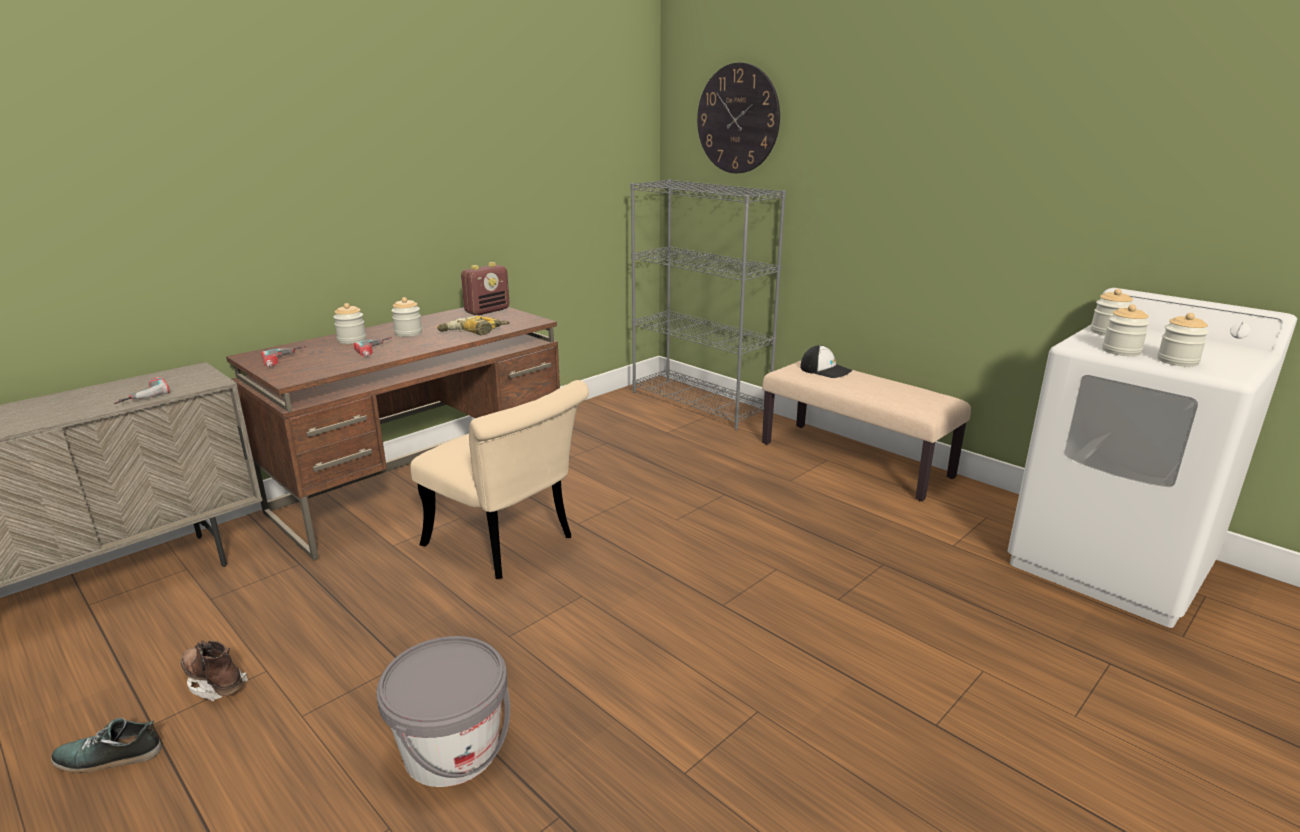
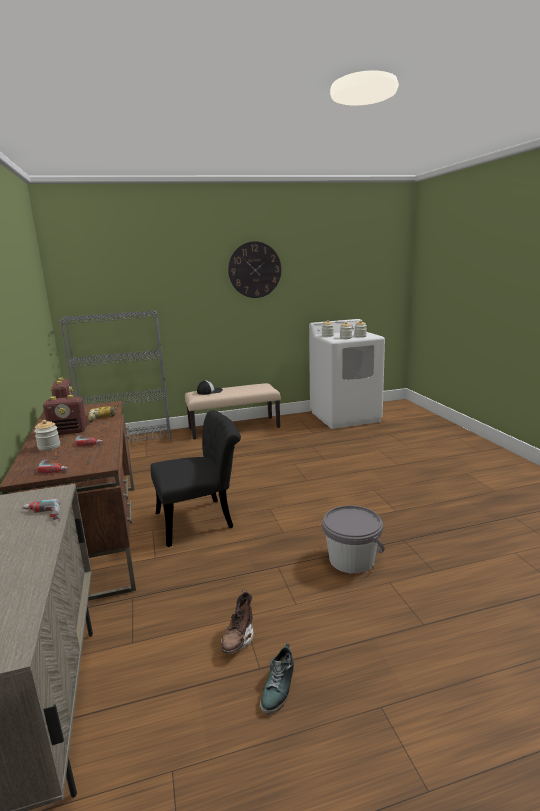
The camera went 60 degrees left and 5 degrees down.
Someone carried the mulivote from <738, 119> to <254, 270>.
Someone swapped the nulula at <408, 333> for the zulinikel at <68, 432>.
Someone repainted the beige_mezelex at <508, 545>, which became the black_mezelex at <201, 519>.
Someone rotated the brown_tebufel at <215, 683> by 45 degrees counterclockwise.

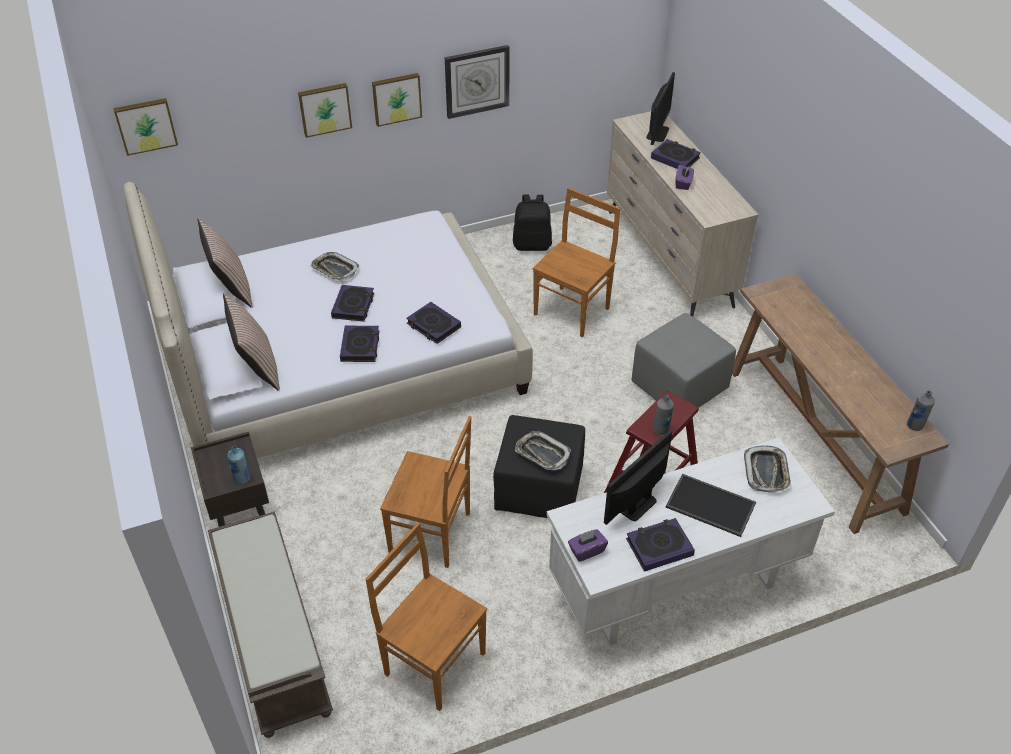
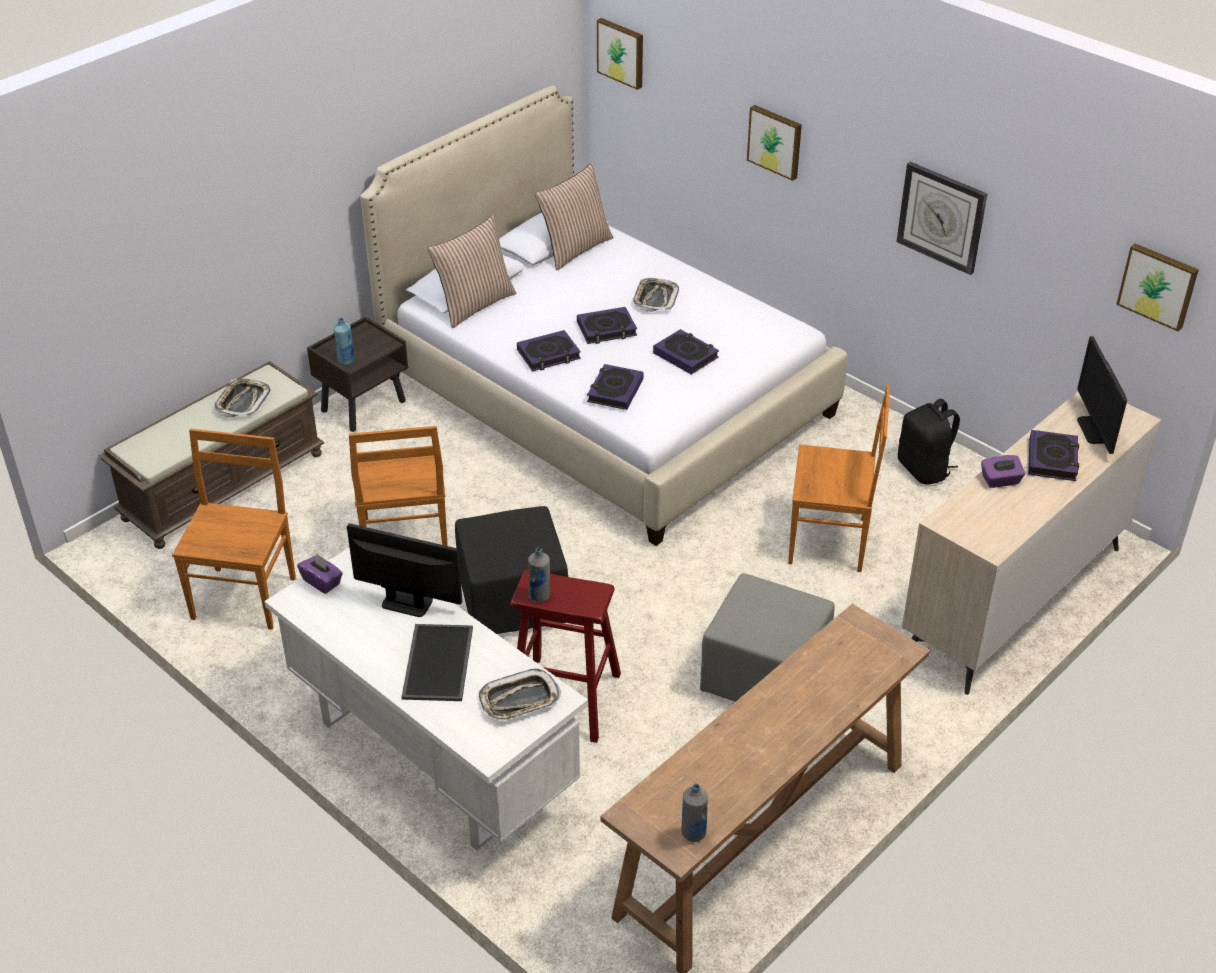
The camera went 65 degrees right and 5 degrees down.
Someone carried the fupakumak from <396, 98> to <1158, 285>.
Someone carried the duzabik from <542, 454> to <242, 402>.
Someone carried the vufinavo from <659, 547> to <686, 355>.
Someone rotated the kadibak at <657, 133> by 90 degrees clockwise.

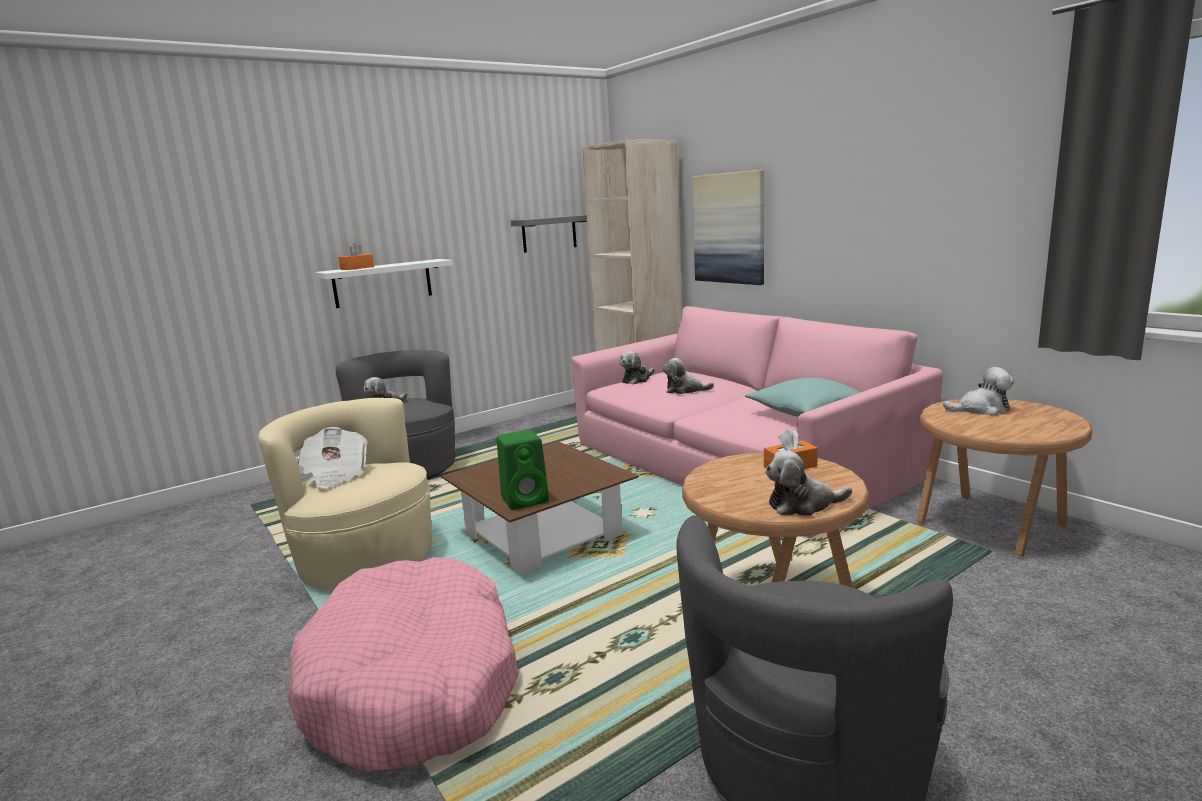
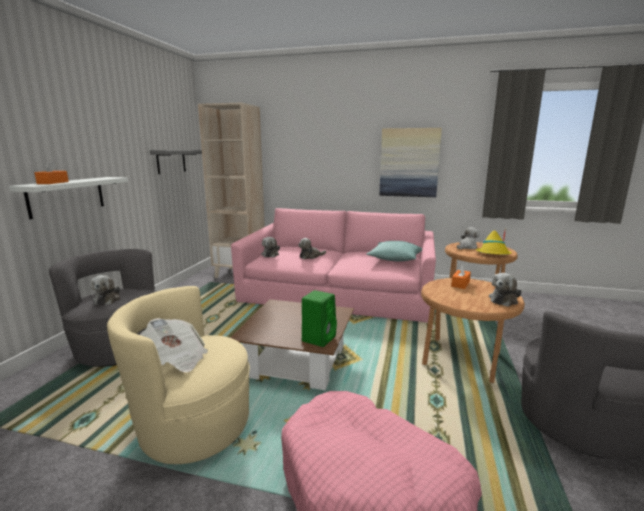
The camera went 40 degrees left and 0 degrees up.
Someone put down the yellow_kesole at <493, 254>.
Someone carried the fupakumak from <729, 228> to <409, 162>.

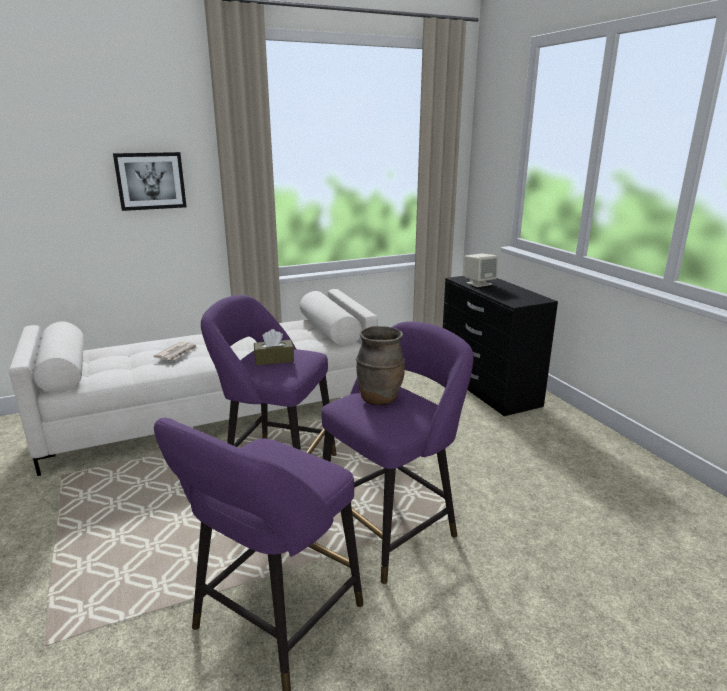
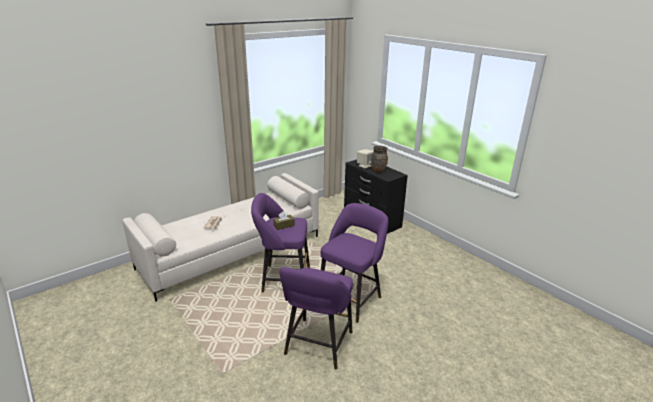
The camera went 15 degrees left and 5 degrees up.
Someone took away the fupakumak at <150, 181>.
Someone carried the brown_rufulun from <379, 399> to <378, 171>.

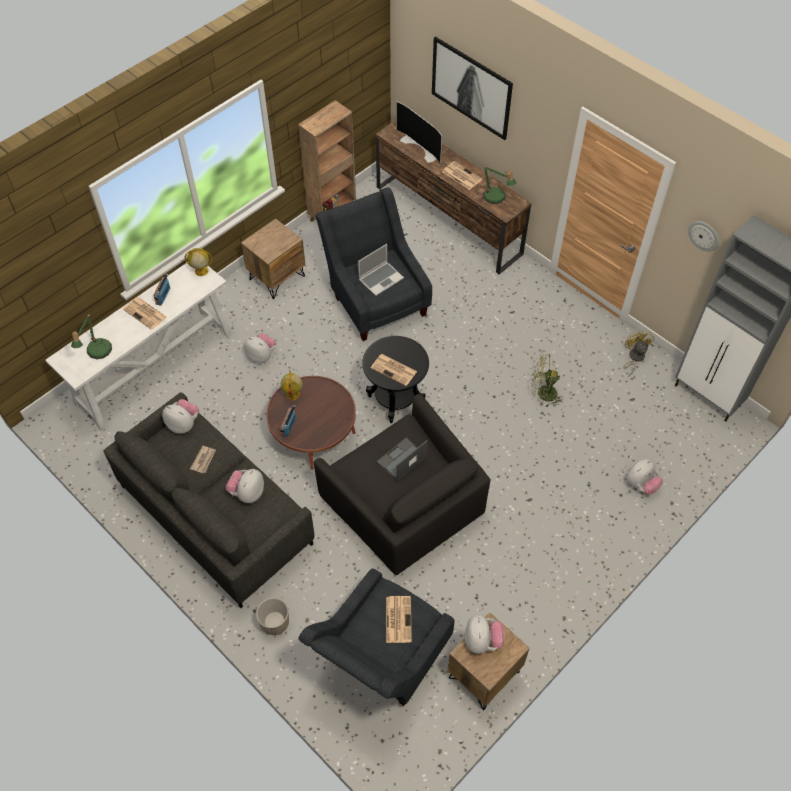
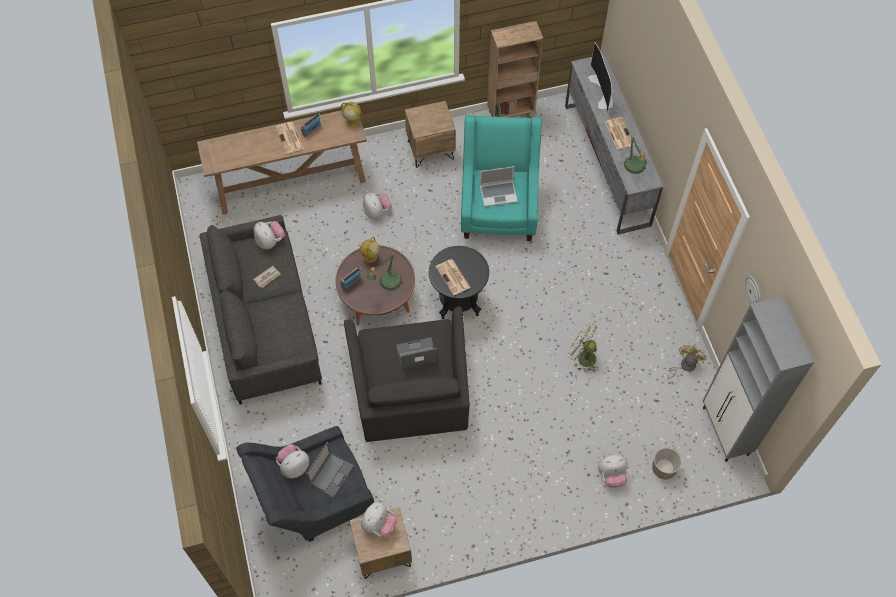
The camera went 30 degrees right and 5 degrees up.
Someone took away the fupakumak at <471, 88>.
Someone carried the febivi from <97, 353> to <387, 283>.
Someone carried the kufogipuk from <247, 493> to <293, 466>.
Someone carried the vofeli from <274, 622> to <664, 468>.
Someone swapped the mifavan at <398, 618> for the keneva at <331, 474>.
Someone repainted the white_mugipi at <156, 367>, which became the brown_mugipi at <291, 182>.
Someone repainted the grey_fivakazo at <376, 299>, which became the turquoise_fivakazo at <498, 207>.
Someone repainted the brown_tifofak at <448, 220>, which became the grey_tifofak at <606, 165>.

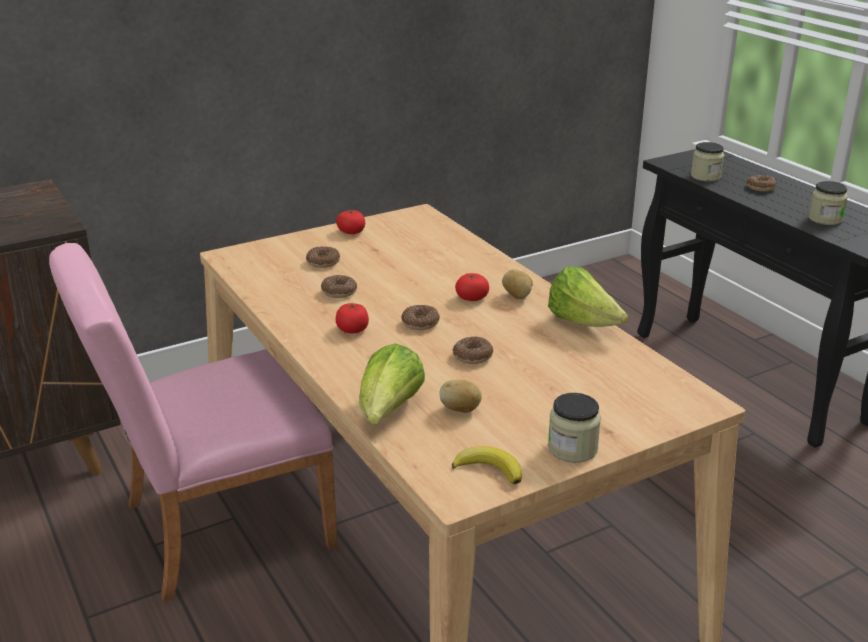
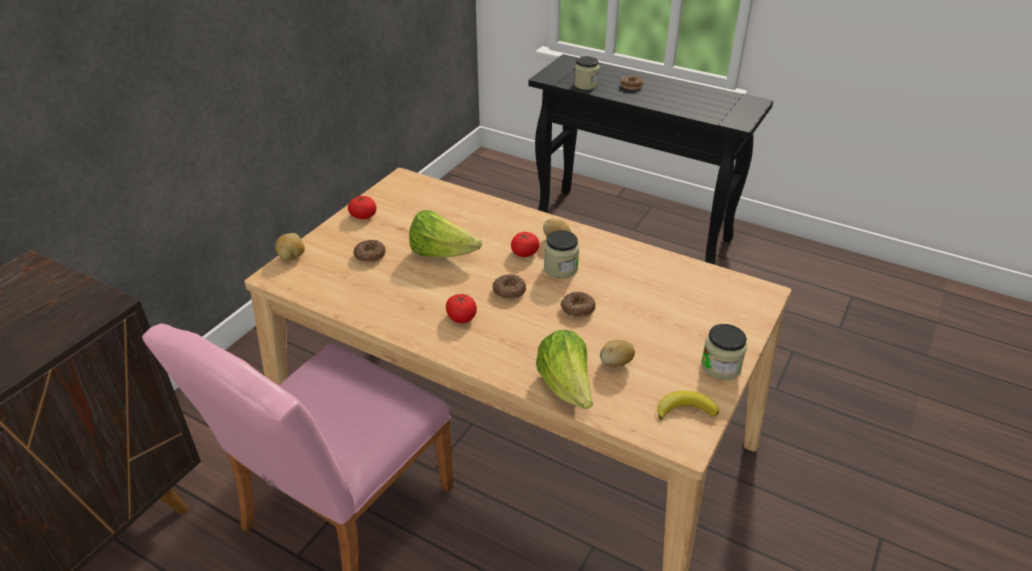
The camera went 30 degrees left and 10 degrees up.
Someone took away the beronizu at <339, 292>.
Someone put down the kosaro at <292, 257>.
Someone carried the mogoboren from <583, 323> to <441, 253>.
Someone carried the nulula from <825, 219> to <560, 268>.

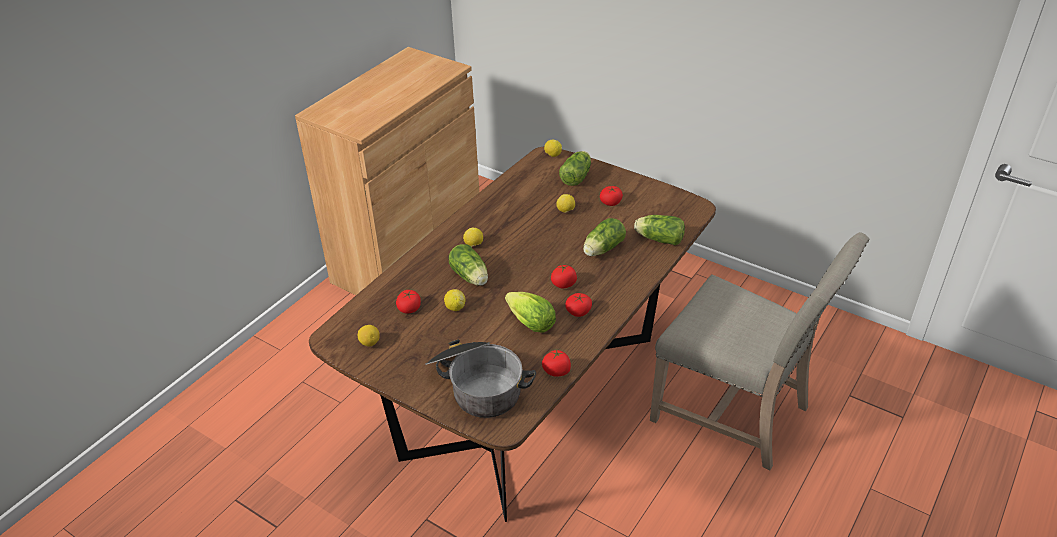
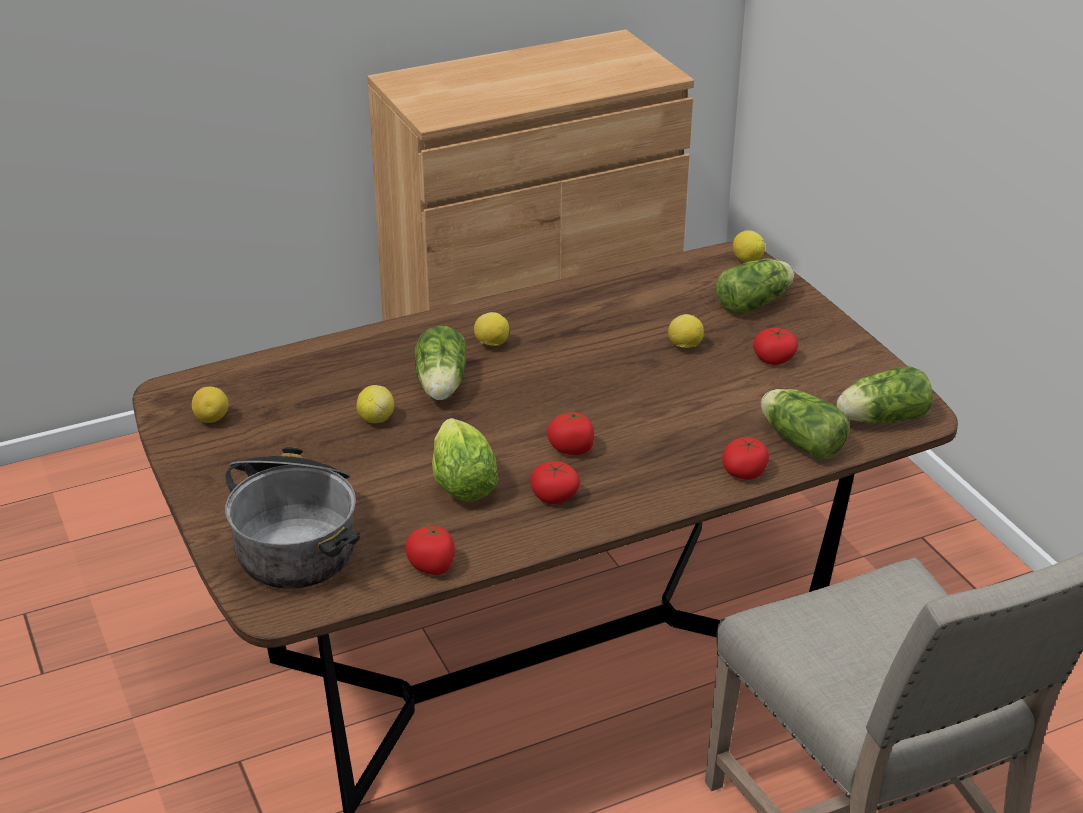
The camera went 30 degrees right and 5 degrees down.
Someone carried the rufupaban from <409, 308> to <744, 471>.
Someone carried the mogoboren from <602, 249> to <879, 419>.

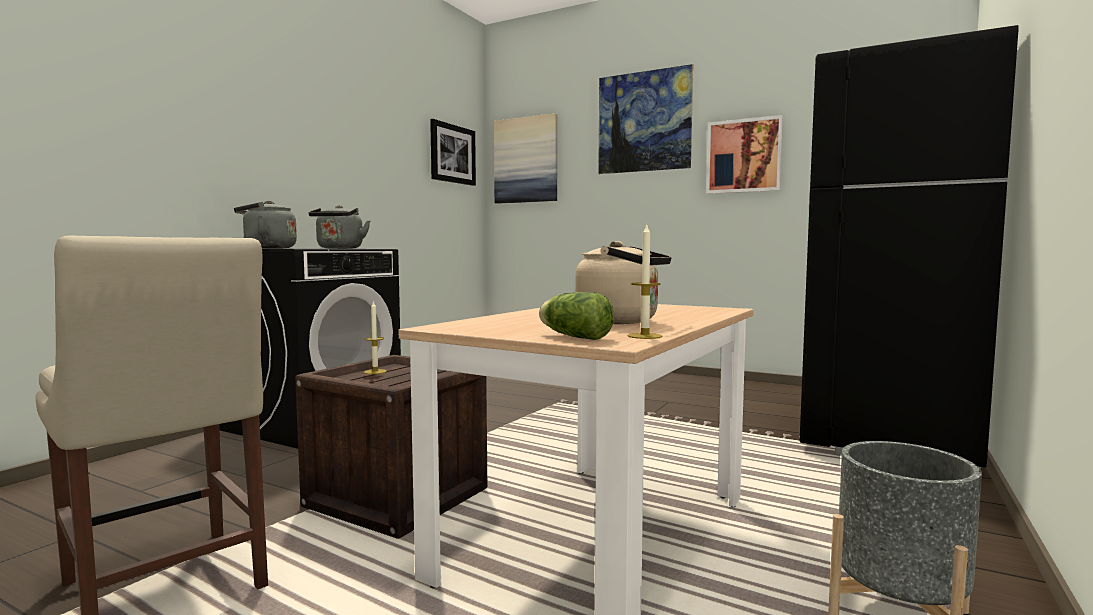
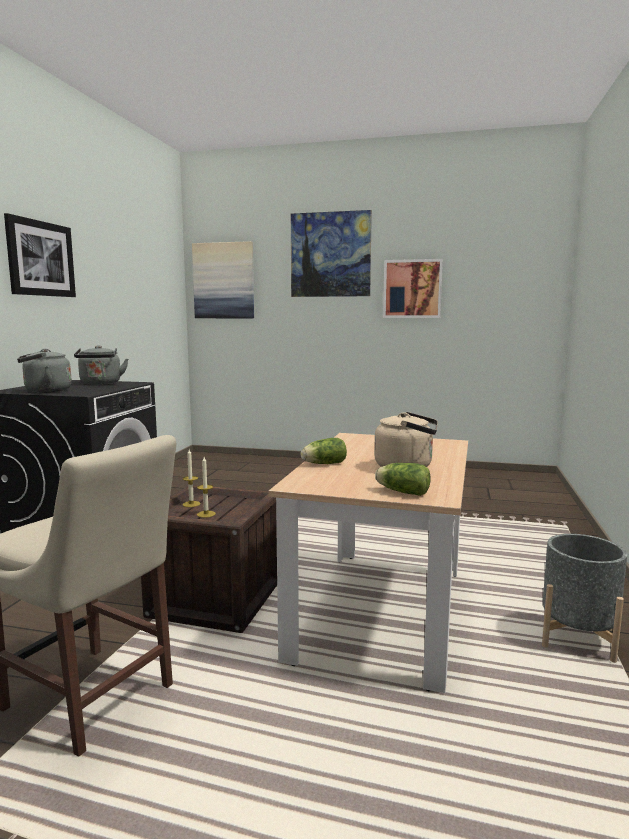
The camera went 15 degrees left and 5 degrees up.
Someone took away the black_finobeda at <884, 439>.
Someone put down the mogoboren at <323, 464>.
Someone carried the fupakumak from <452, 154> to <40, 258>.
Someone carried the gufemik from <644, 336> to <206, 514>.

